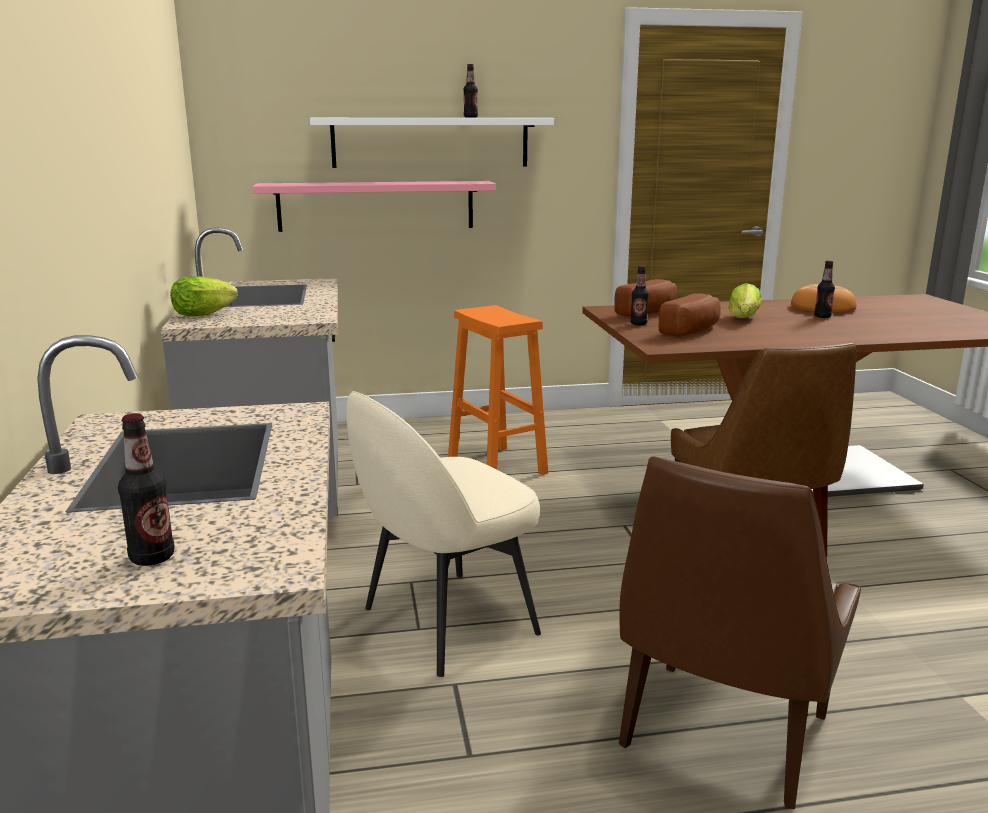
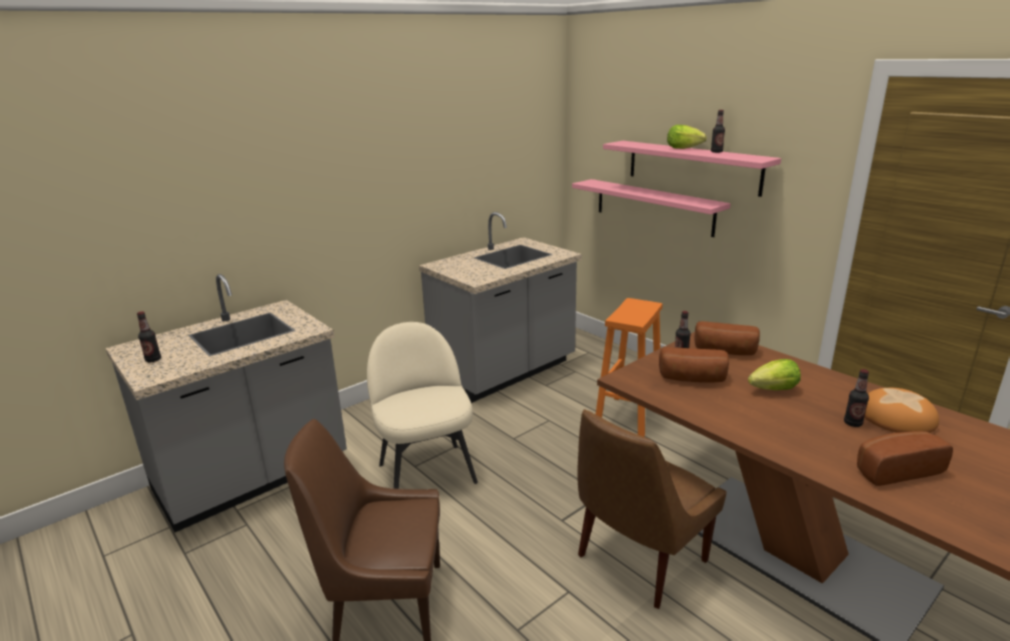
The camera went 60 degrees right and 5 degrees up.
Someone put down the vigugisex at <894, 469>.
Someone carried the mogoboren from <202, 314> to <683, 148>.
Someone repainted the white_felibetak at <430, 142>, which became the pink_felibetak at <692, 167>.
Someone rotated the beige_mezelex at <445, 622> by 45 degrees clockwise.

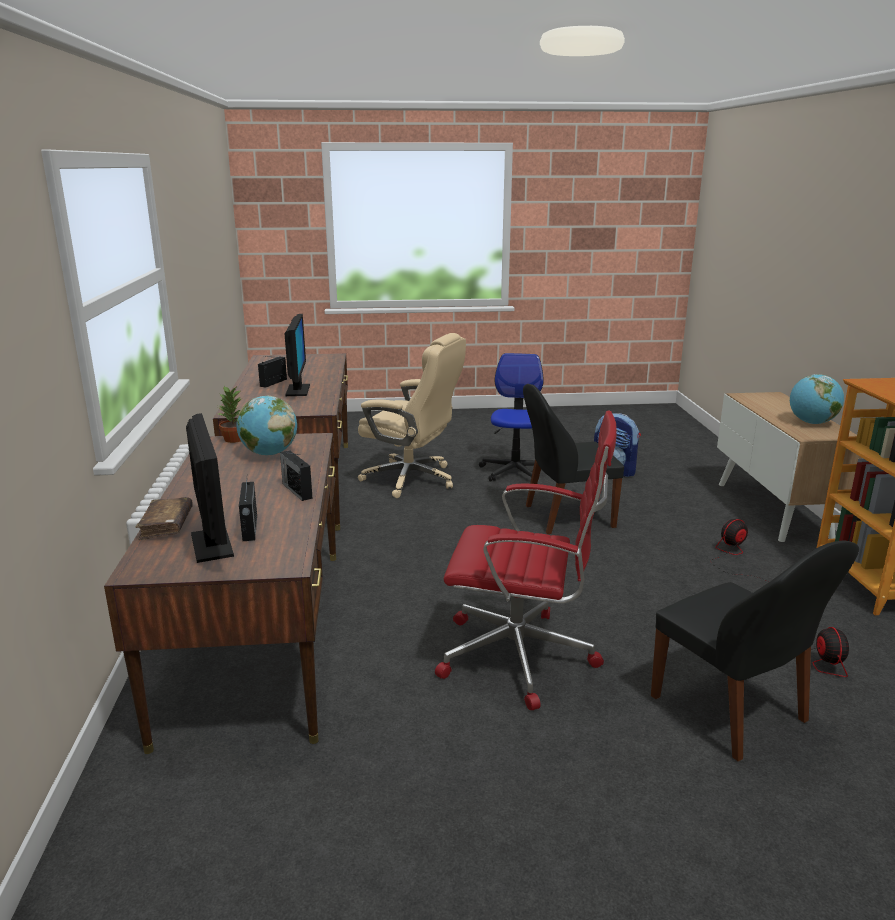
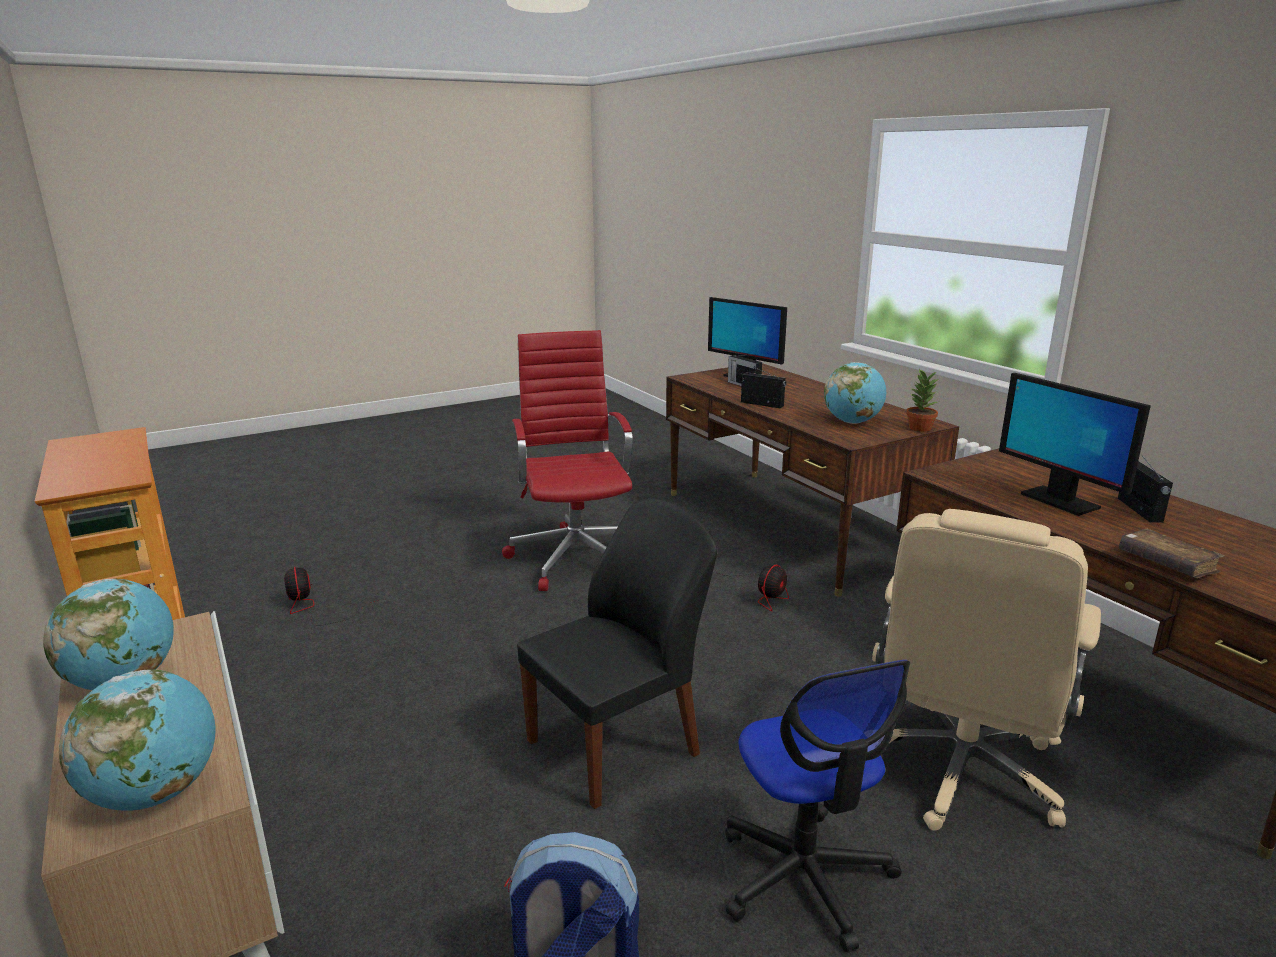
The camera went 155 degrees right and 0 degrees up.
Someone took away the black_mezelex at <731, 711>.
Someone put down the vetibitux at <156, 793>.
Someone carried the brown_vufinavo from <166, 525> to <1166, 564>.
Someone carried the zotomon from <732, 556> to <766, 594>.
Someone rotated the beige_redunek at <412, 479> by 60 degrees counterclockwise.
Someone rotated the red_redunek at <522, 657> by 90 degrees clockwise.

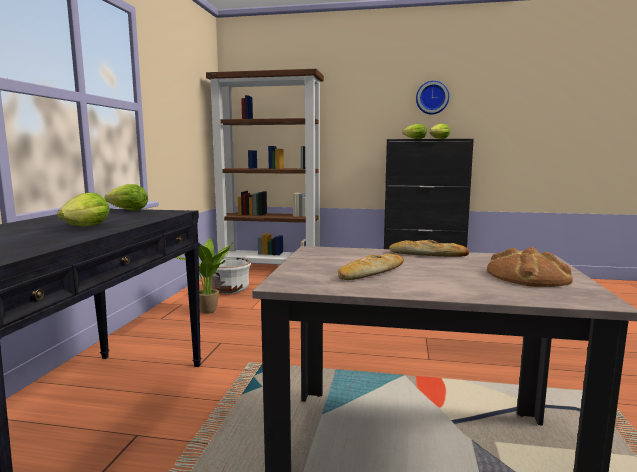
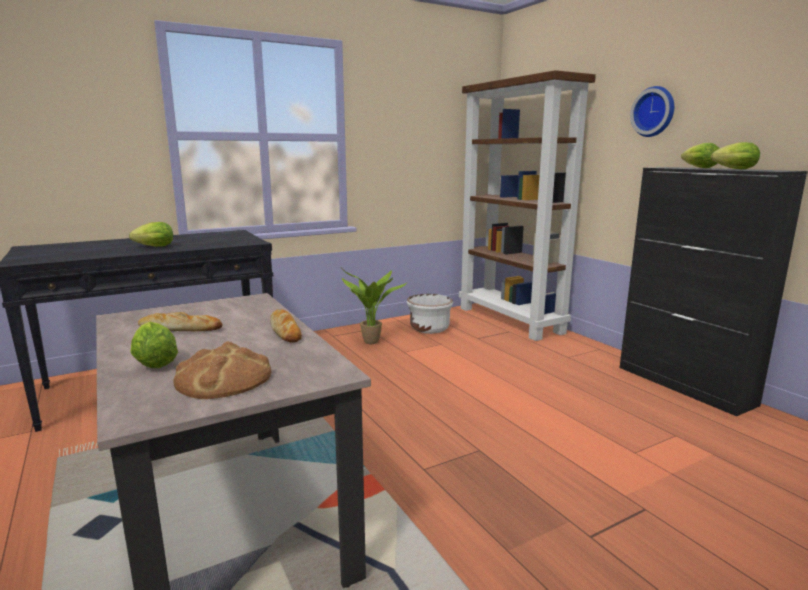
The camera went 50 degrees right and 5 degrees up.
Someone carried the mogoboren from <126, 210> to <154, 362>.
Someone carried the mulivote from <432, 98> to <654, 112>.

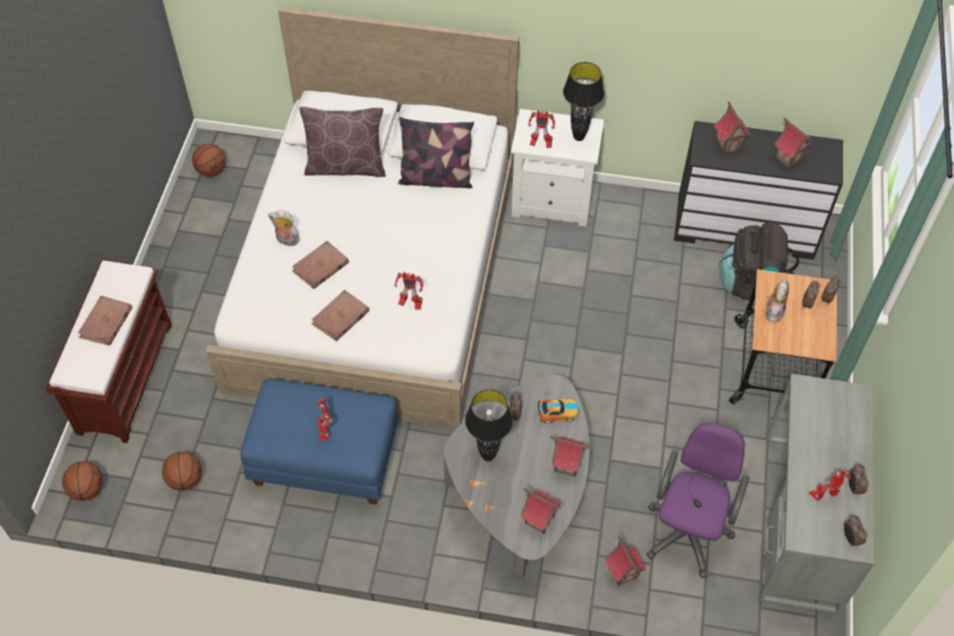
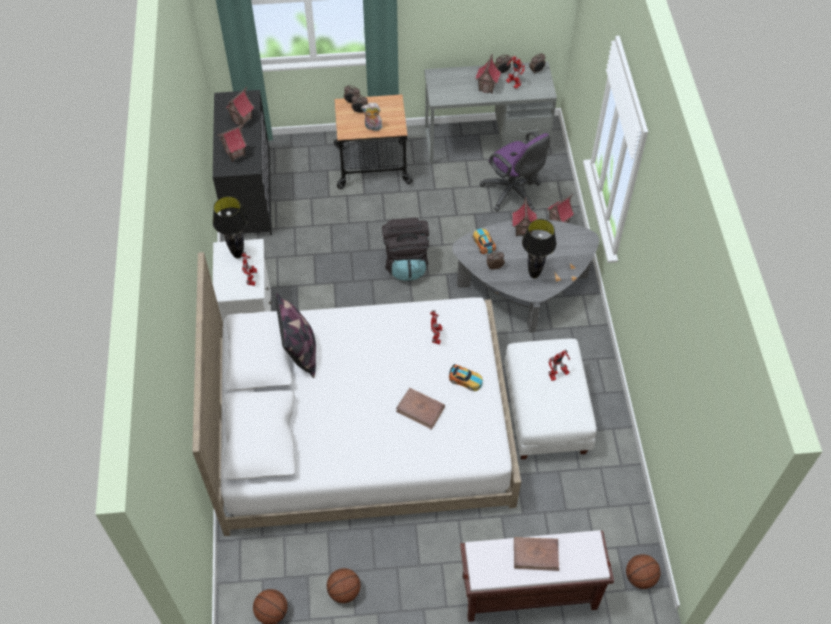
The camera went 105 degrees left and 0 degrees up.
Someone took away the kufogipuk at <286, 241>.
Someone took away the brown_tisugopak at <346, 166>.
Someone carried the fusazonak from <185, 479> to <344, 591>.
Someone carried the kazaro from <539, 521> to <487, 87>.
Someone carried the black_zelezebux from <752, 283> to <406, 263>.
Someone swapped the brown_vufinavo at <340, 318> for the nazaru at <466, 380>.
Someone repainted the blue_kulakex at <326, 458>, which became the white_kulakex at <544, 412>.
Someone rotated the purple_redunek at <688, 529> by 135 degrees counterclockwise.

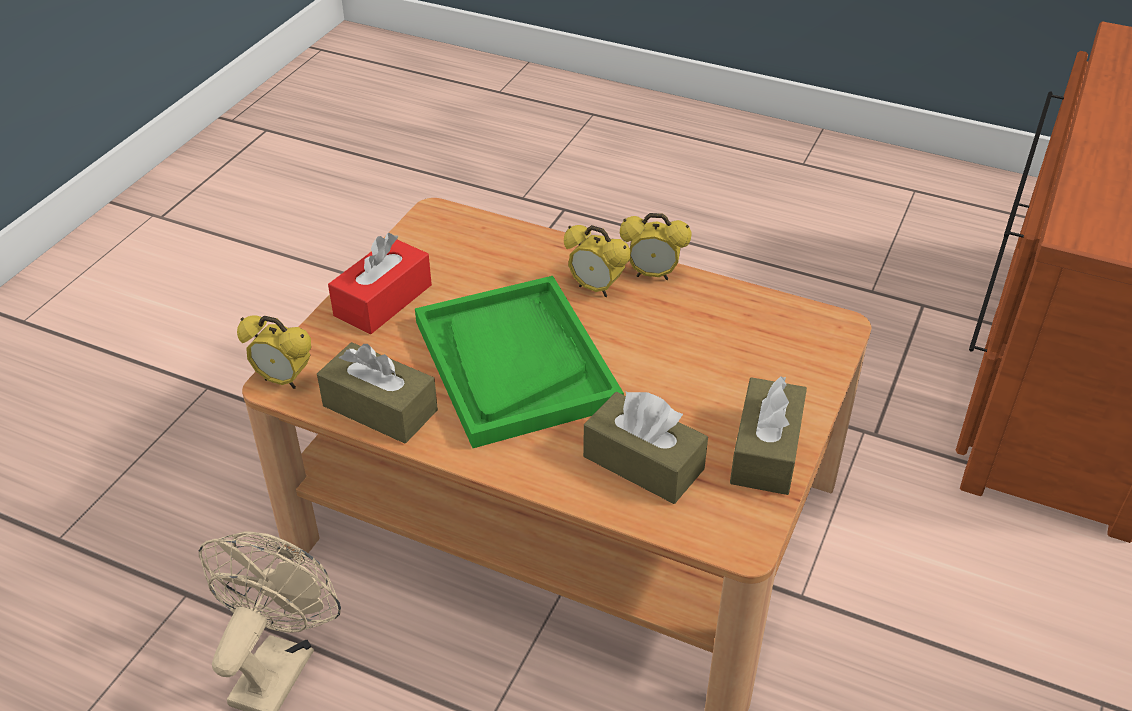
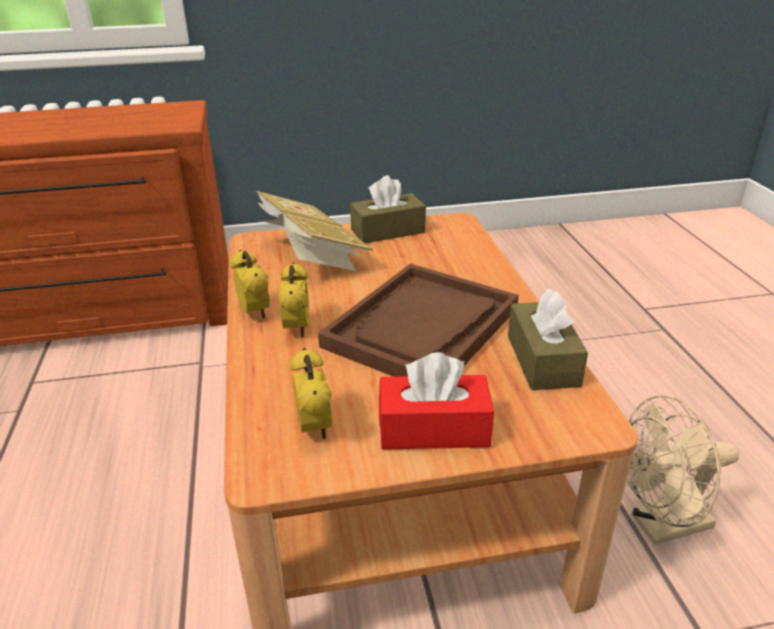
The camera went 125 degrees left and 10 degrees down.
Someone took away the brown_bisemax at <643, 463>.
Someone put down the vufinavo at <311, 255>.
Someone carried the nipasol from <283, 380> to <315, 428>.
Someone repainted the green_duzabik at <514, 363>, which became the brown_duzabik at <422, 327>.

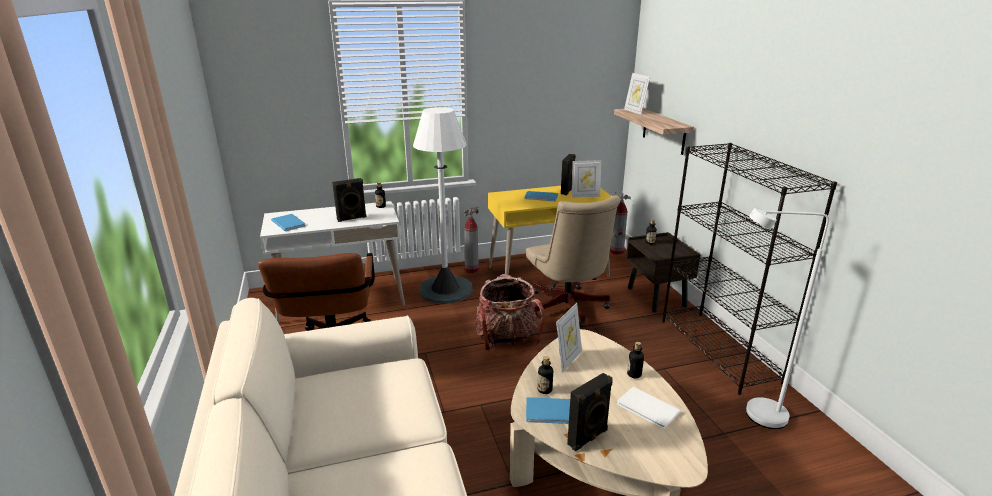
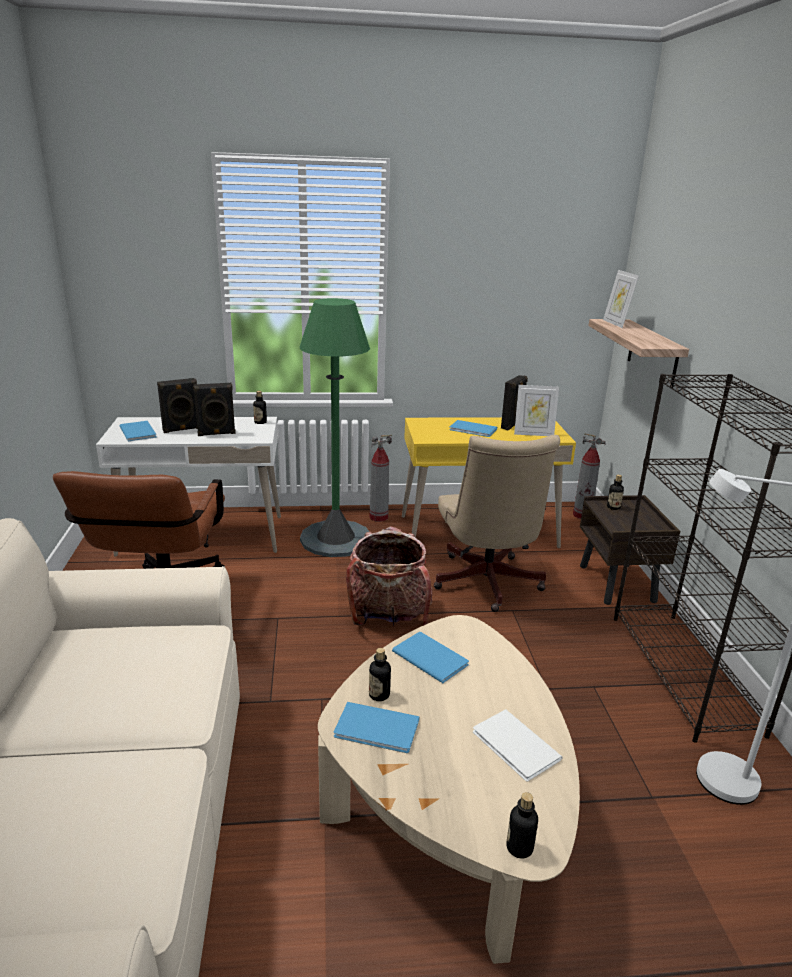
The camera went 10 degrees right and 0 degrees up.
Someone carried the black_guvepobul from <588, 438> to <182, 429>.
Someone carried the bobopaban from <634, 374> to <519, 847>.
Someone swapped the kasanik at <568, 360> for the blue_vufinavo at <430, 656>.
Someone repainted the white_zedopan at <445, 290>, which became the green_zedopan at <335, 539>.

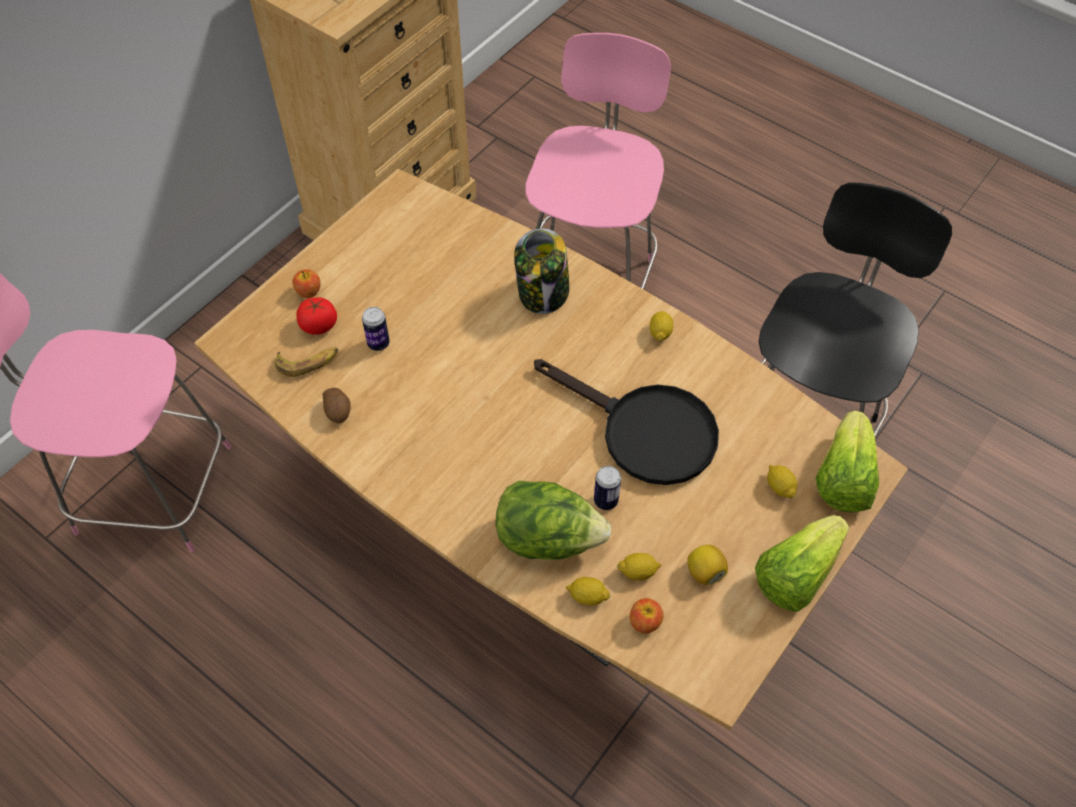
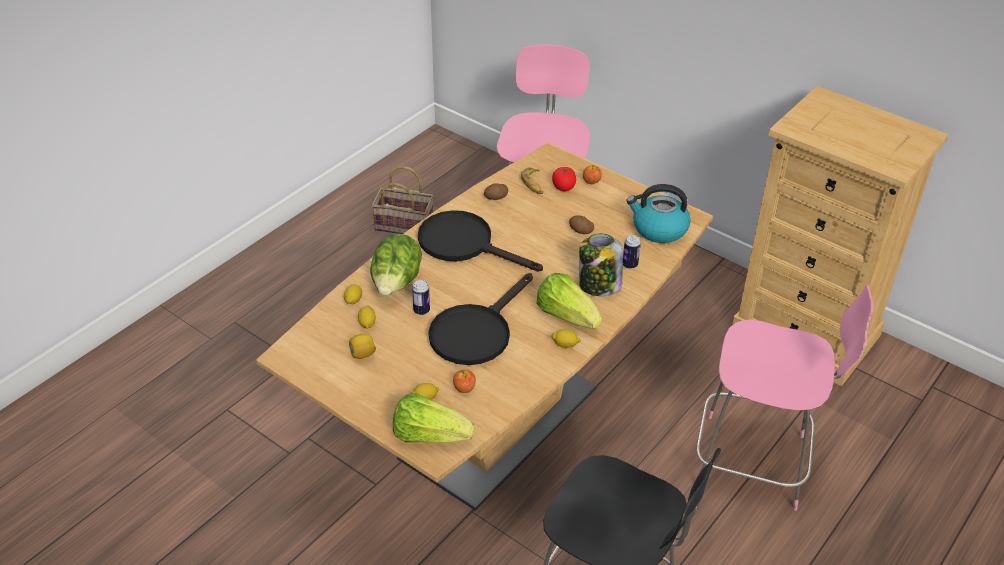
The camera went 90 degrees right and 15 degrees down.
Someone put down the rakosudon at <405, 225>.
Someone put down the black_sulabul at <465, 244>.
Someone put down the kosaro at <580, 231>.
Someone put down the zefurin at <658, 229>.
Someone carried the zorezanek from <378, 343> to <630, 265>.
Someone carried the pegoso from <645, 622> to <464, 388>.
Someone carried the mogoboren from <795, 574> to <566, 316>.

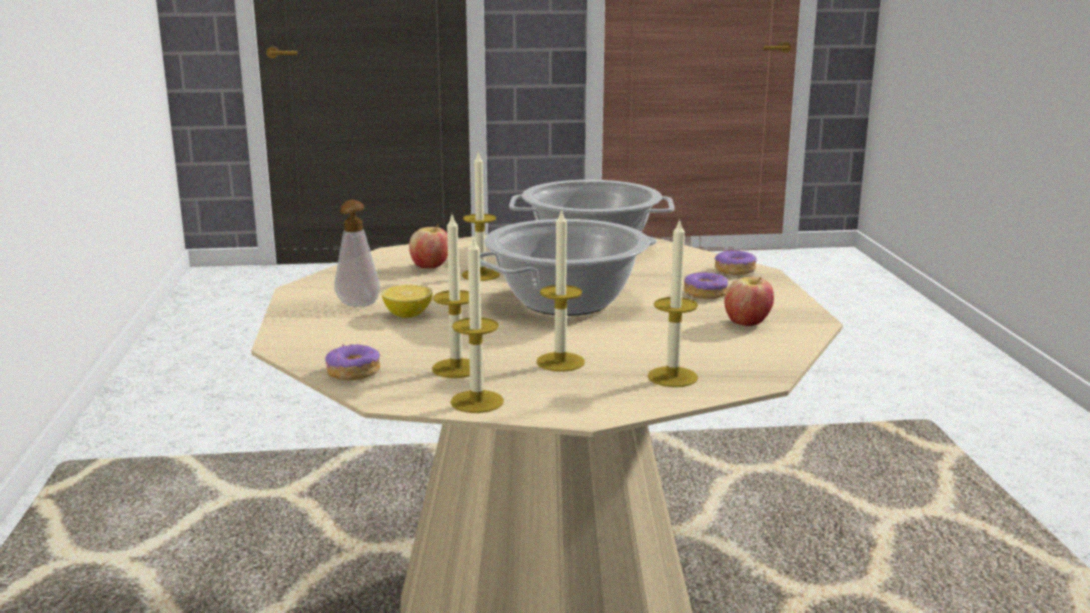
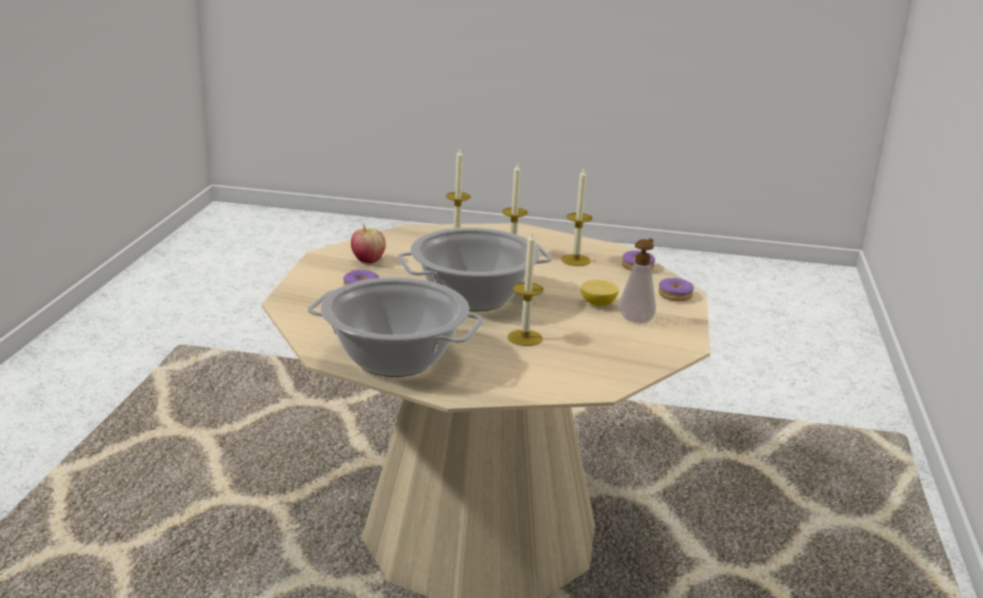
The camera went 165 degrees left and 5 degrees up.
Someone took away the pegoso at <430, 267>.
Someone took away the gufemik at <477, 401>.
Someone carried the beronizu from <734, 270> to <675, 295>.

